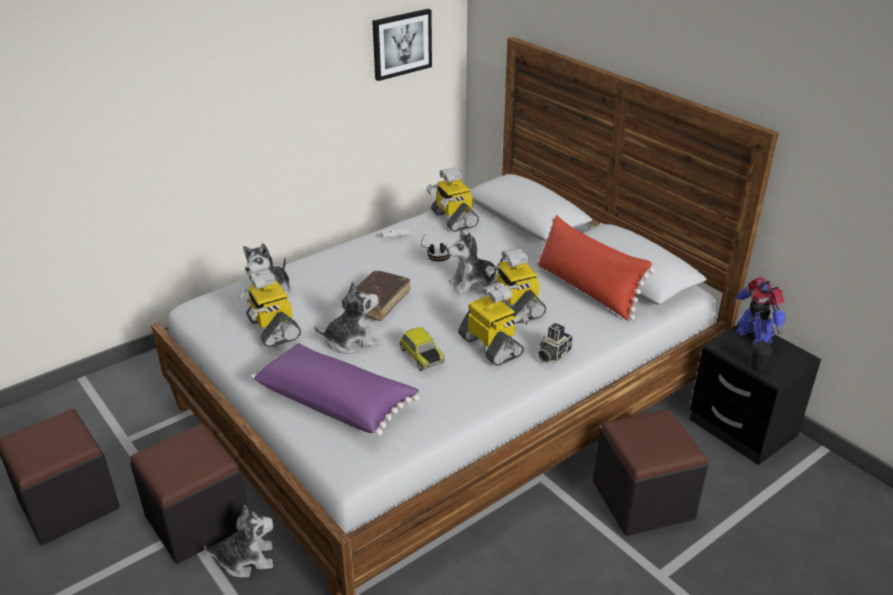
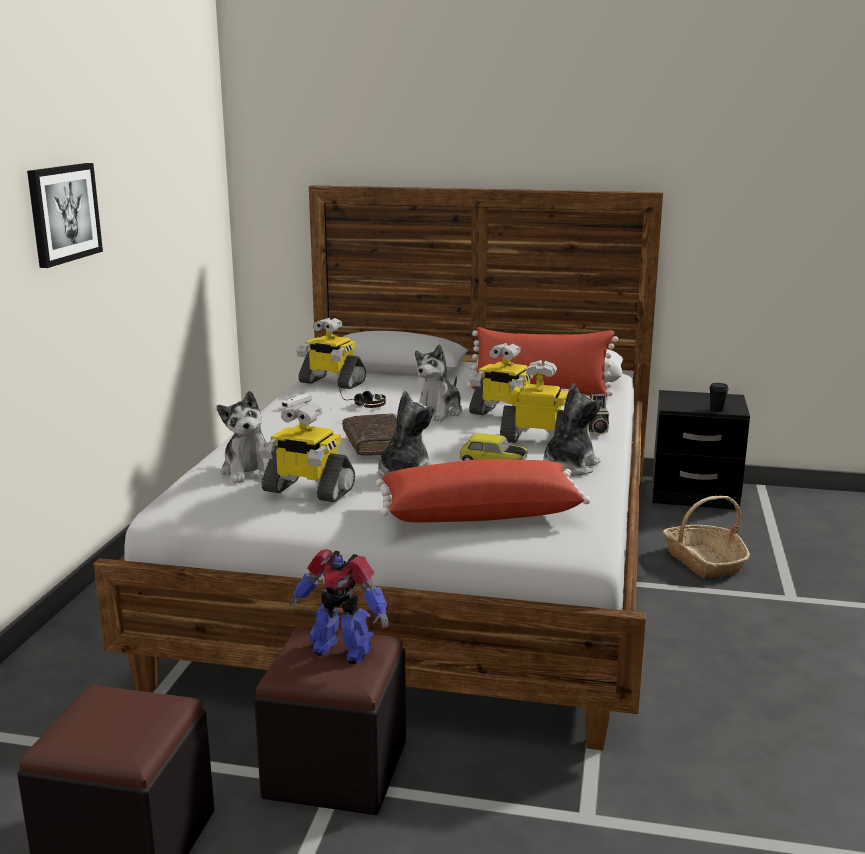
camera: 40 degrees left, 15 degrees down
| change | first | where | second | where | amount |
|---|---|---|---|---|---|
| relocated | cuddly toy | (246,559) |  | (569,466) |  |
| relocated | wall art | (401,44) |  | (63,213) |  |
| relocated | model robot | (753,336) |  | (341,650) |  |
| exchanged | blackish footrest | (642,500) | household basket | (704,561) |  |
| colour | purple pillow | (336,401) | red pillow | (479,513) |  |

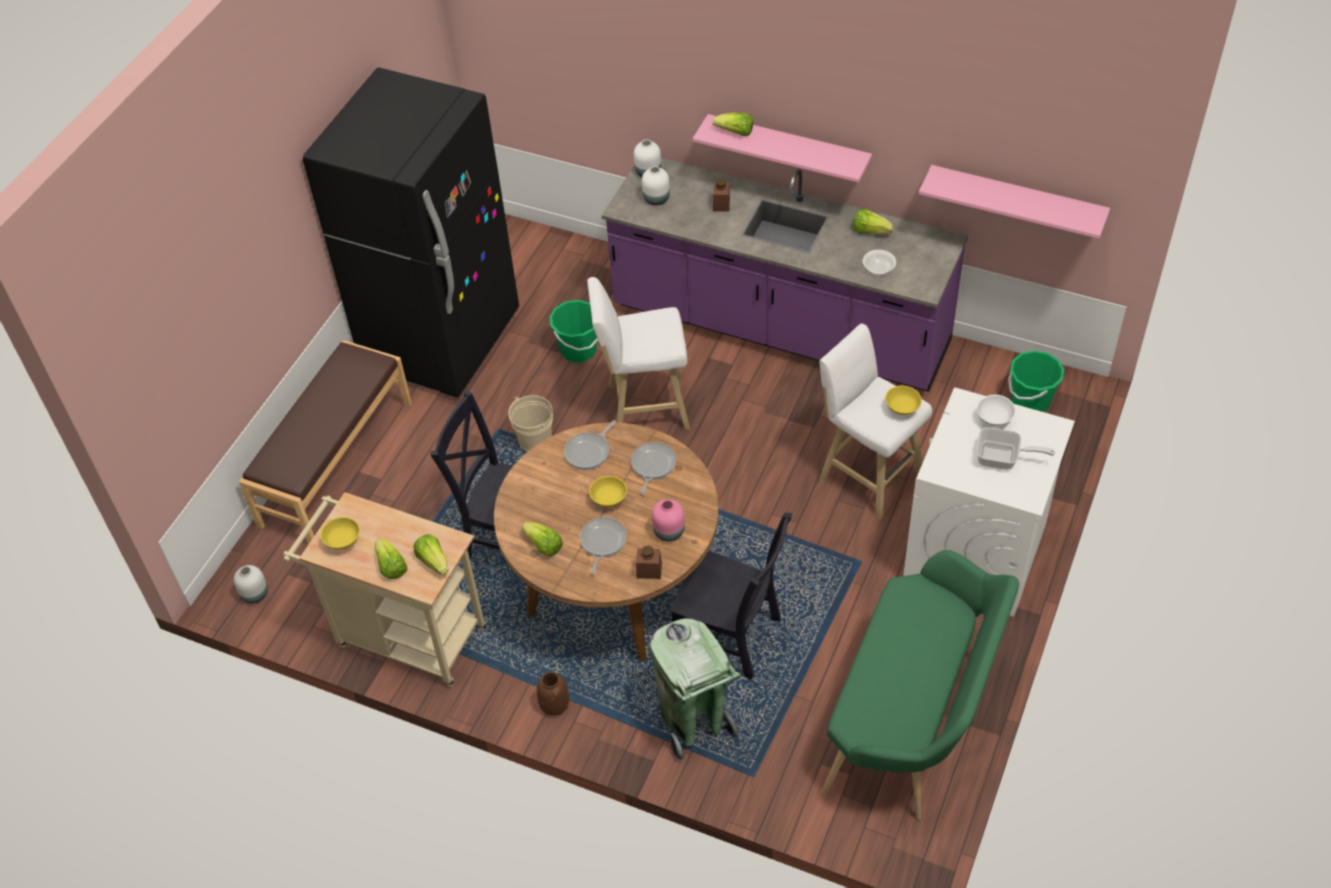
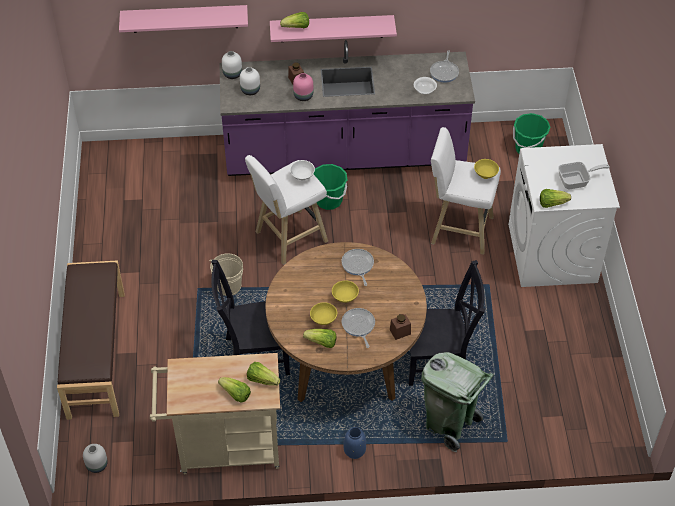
camera: 30 degrees left, 0 degrees up
| change | first | where | second | where | amount |
|---|---|---|---|---|---|
| missing | blackish refrigerator | (442,341) |  |  |  |
| missing | green long seat | (913,722) |  |  |  |
| relocated | yellowish bowl | (342,542) |  | (323,320) |  |
| relocated | green pail | (578,350) |  | (329,200) |  |
| relocated | pan | (589,452) |  | (444,72) |  |
| relocated | pink-coloured vase | (669,531) |  | (303,96) |  |
| relocated | lettuce head | (870,231) |  | (552,203) |  |
| relocated | pink-coloured wall shelf | (1016,201) |  | (185,18) |  |
| relocated | white bowl | (995,421) |  | (303,177) |  |
| colour | brown vase | (554,705) | blue vase | (354,451) |  |

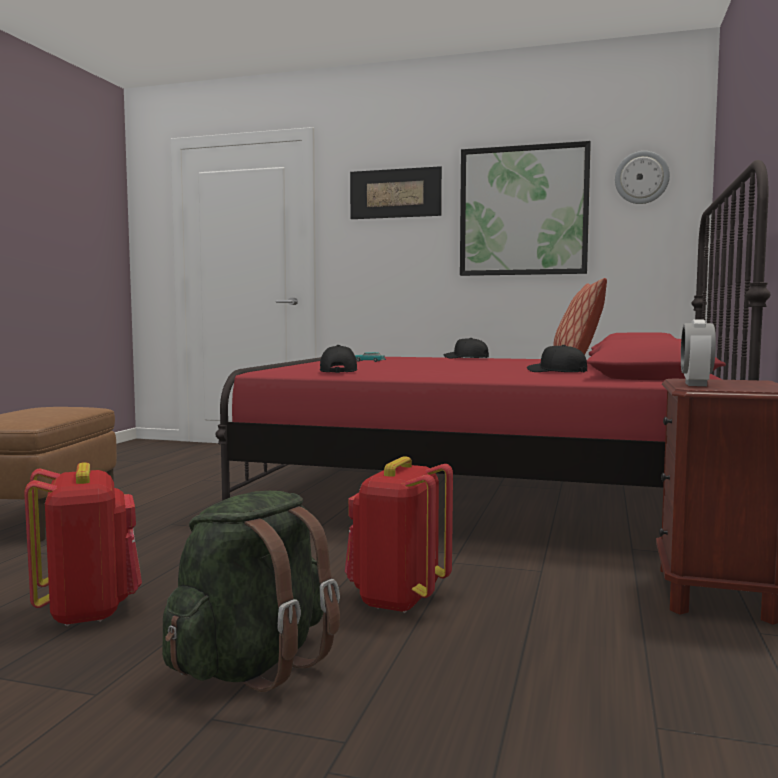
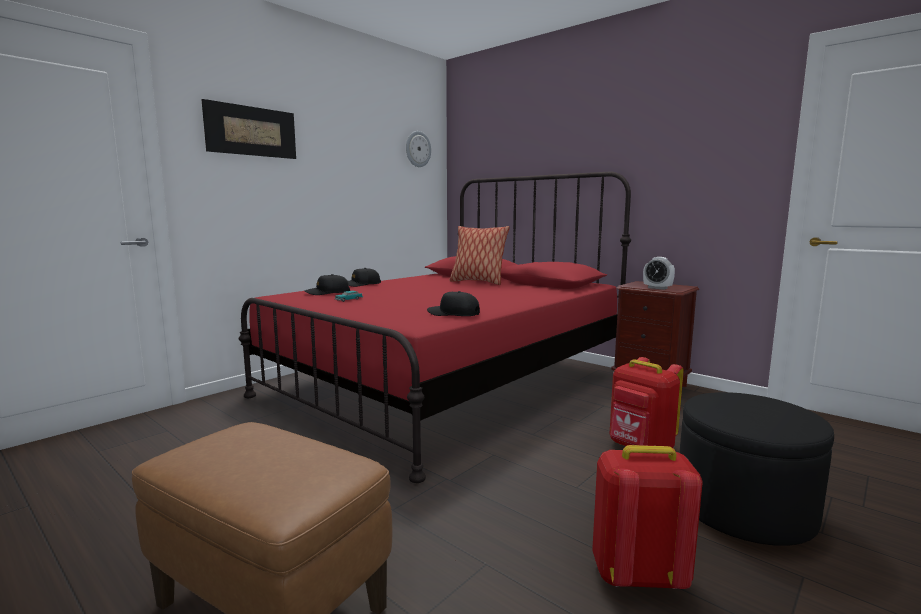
camera: 65 degrees left, 5 degrees up
| change | first | where | second | where | amount |
|---|---|---|---|---|---|
| missing | wall art | (523,211) |  |  |  |
| relocated | blackish peaked cap | (556,372) |  | (327,293) |  |
| exchanged | green rucksack | (253,664) | blackish footrest | (743,509) |  |

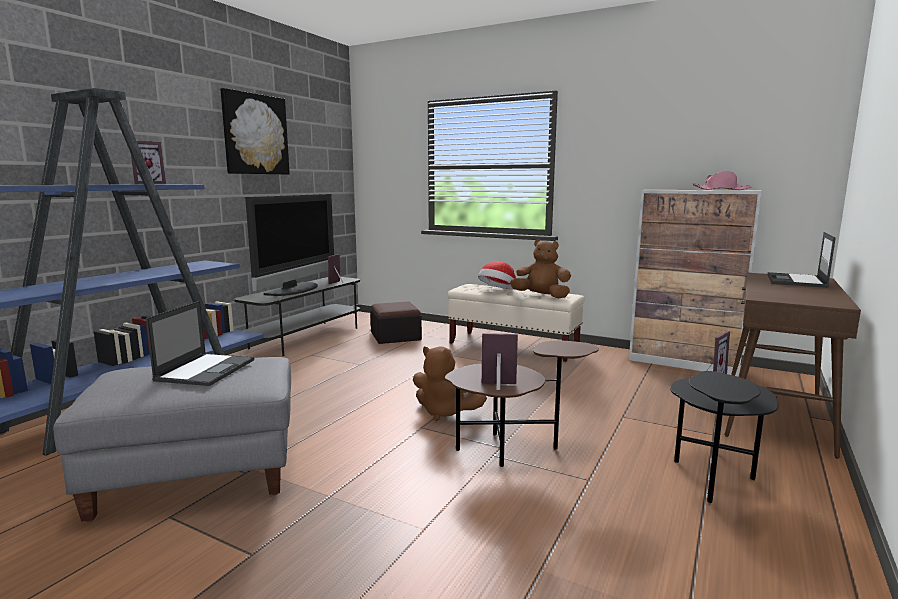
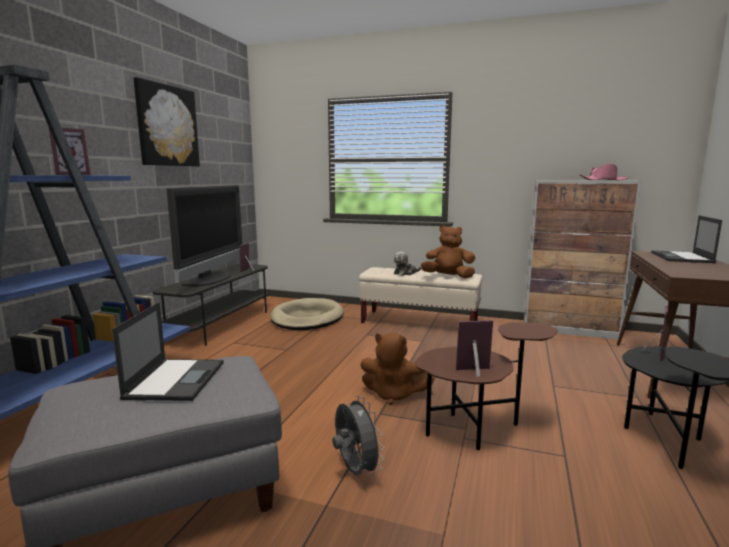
camera: 10 degrees left, 0 degrees up
| change | first | where | second | where | amount |
|---|---|---|---|---|---|
| appeared |  |  | gray cooling fan | (355,471) |  |
| exchanged | footrest | (395,336) | sand-coloured pet bed | (307,318) |  |
| exchanged | clothing hat | (498,291) | cuddly toy | (405,273) |  |

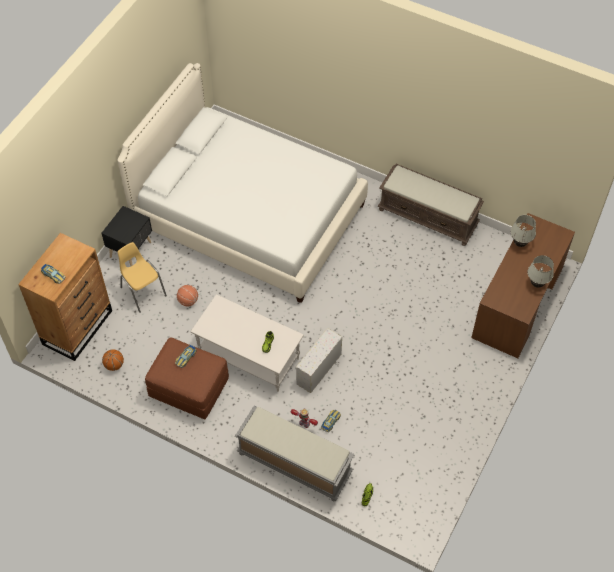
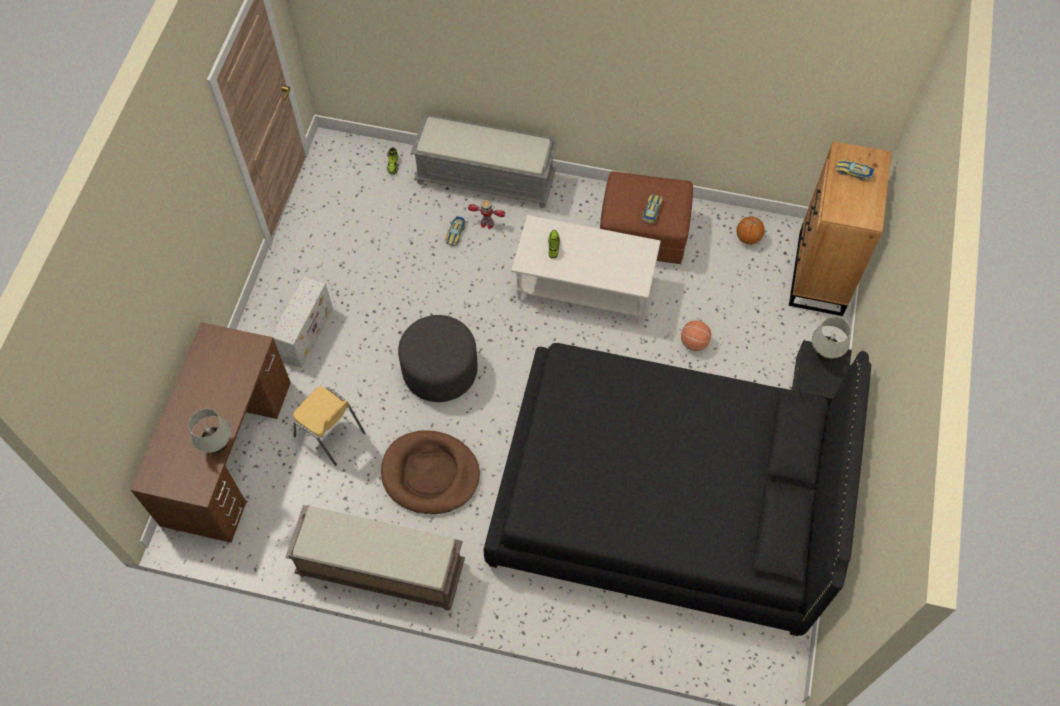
camera: 165 degrees right, 5 degrees up
| change | first | where | second | where | amount |
|---|---|---|---|---|---|
| appeared |  |  | brown pet bed | (430,474) |  |
| appeared |  |  | gray footrest | (440,371) |  |
| relocated | yellowish chair | (143,291) |  | (330,435) |  |
| relocated | white storage container | (318,369) |  | (307,333) |  |
| relocated | white tabletop lamp | (536,284) |  | (824,355) |  |
| colour | white bedroom bed | (249,215) | blackish bedroom bed | (662,500) |  |

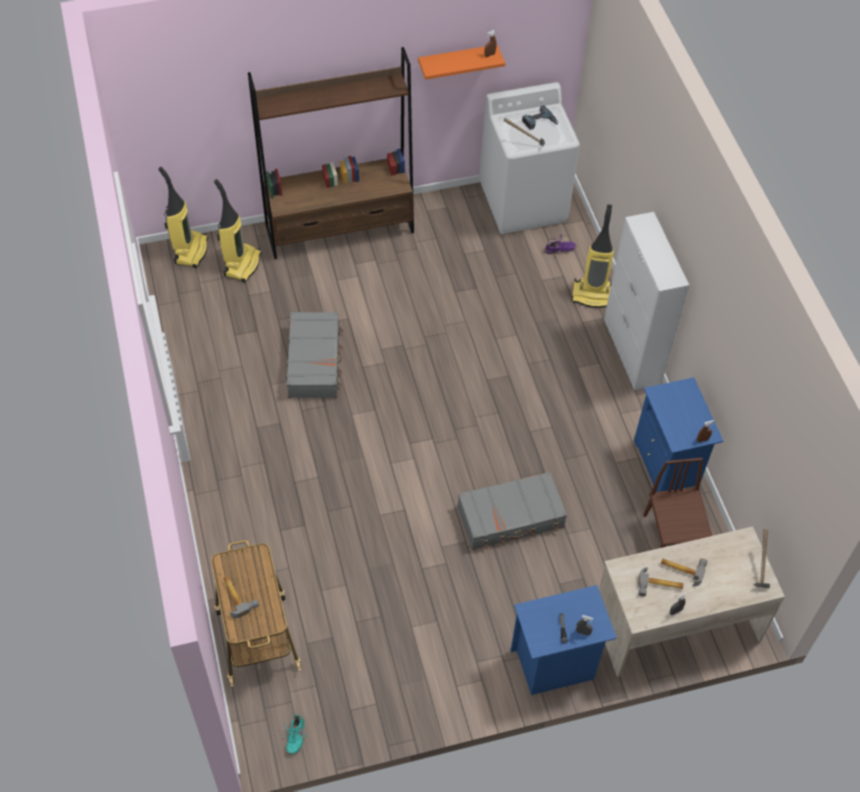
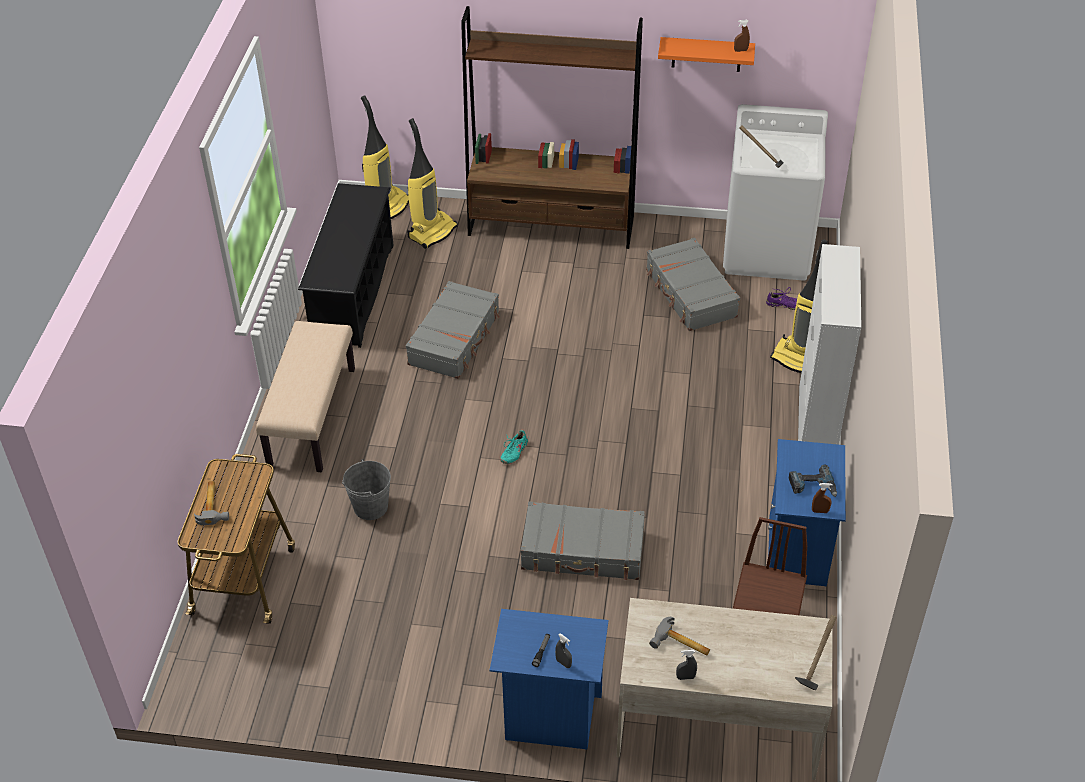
camera: 25 degrees right, 10 degrees down
| change | first | where | second | where | amount |
|---|---|---|---|---|---|
| missing | tool hammer | (682,568) |  |  |  |
| appeared |  |  | sand-coloured long seat | (311,416) |  |
| appeared |  |  | blackish shoe stand | (353,292) |  |
| appeared |  |  | gray pail | (370,507) |  |
| appeared |  |  | gray suitcase | (690,294) |  |
| relocated | blue-green item of footwear | (295,736) |  | (514,452) |  |
| relocated | drill | (539,122) |  | (812,486) |  |

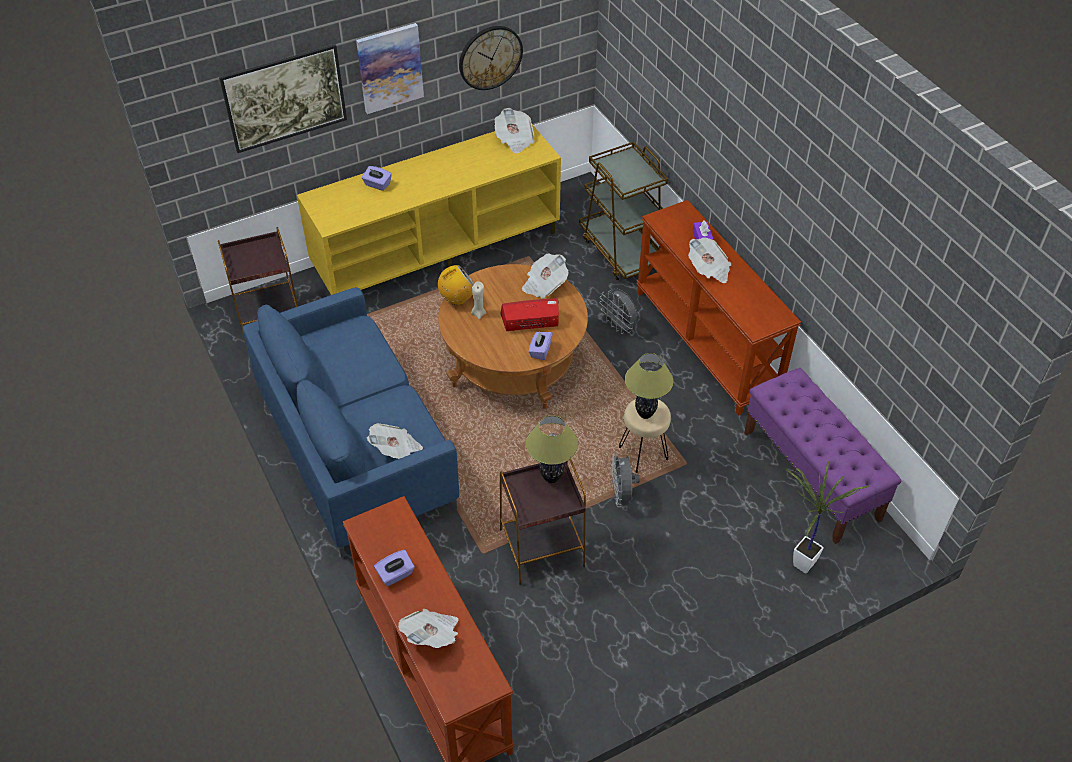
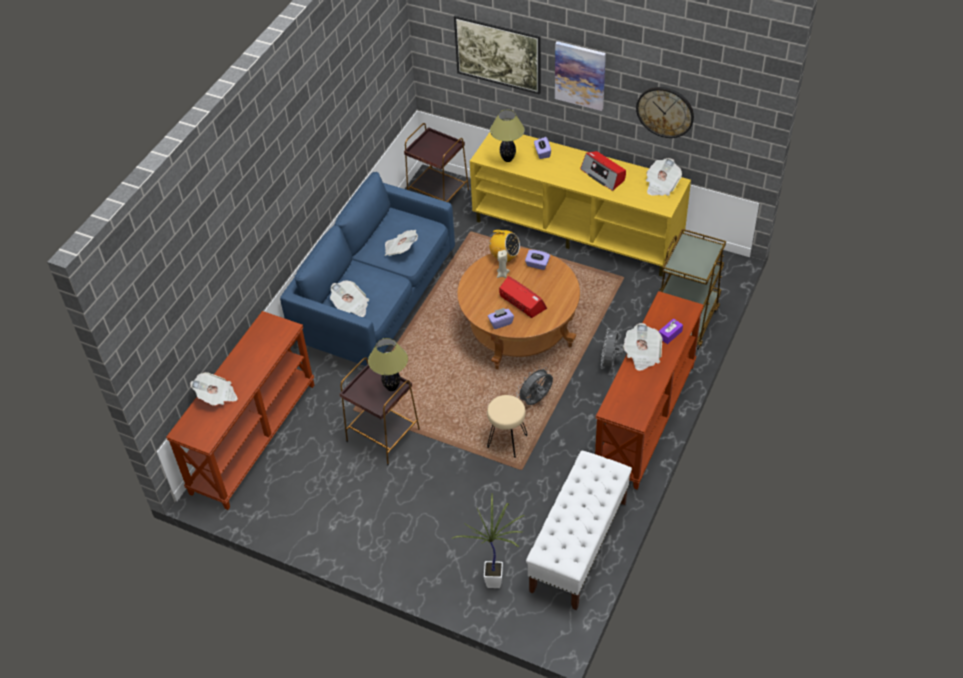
camera: 55 degrees right, 0 degrees up
| change | first | where | second | where | amount |
|---|---|---|---|---|---|
| appeared |  |  | radio set | (603,175) |  |
| relocated | purple box of tissues | (395,574) |  | (537,265) |  |
| relocated | newspaper | (544,285) |  | (400,249) |  |
| relocated | gray cooling fan | (622,495) |  | (536,400) |  |
| relocated | tabletop lamp | (645,414) |  | (507,159) |  |
| colour | purple long seat | (811,476) | white long seat | (578,546) |  |

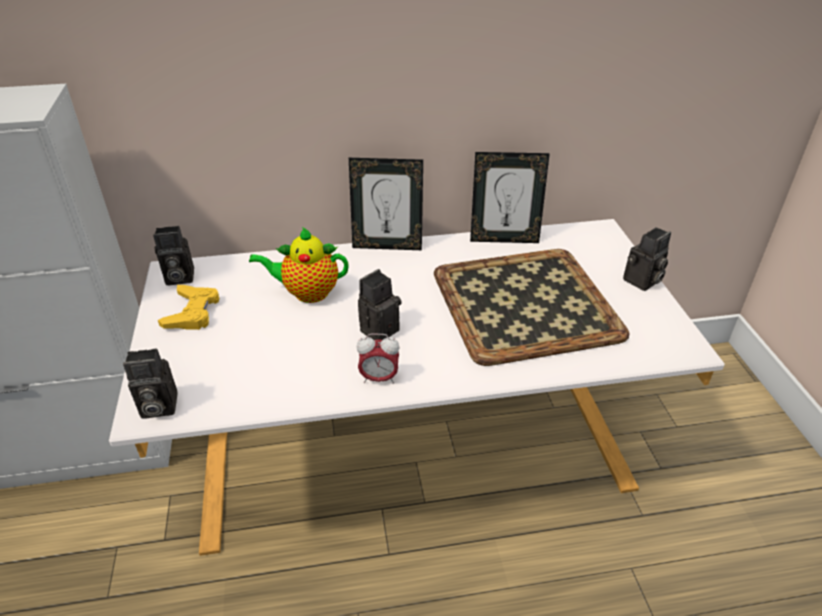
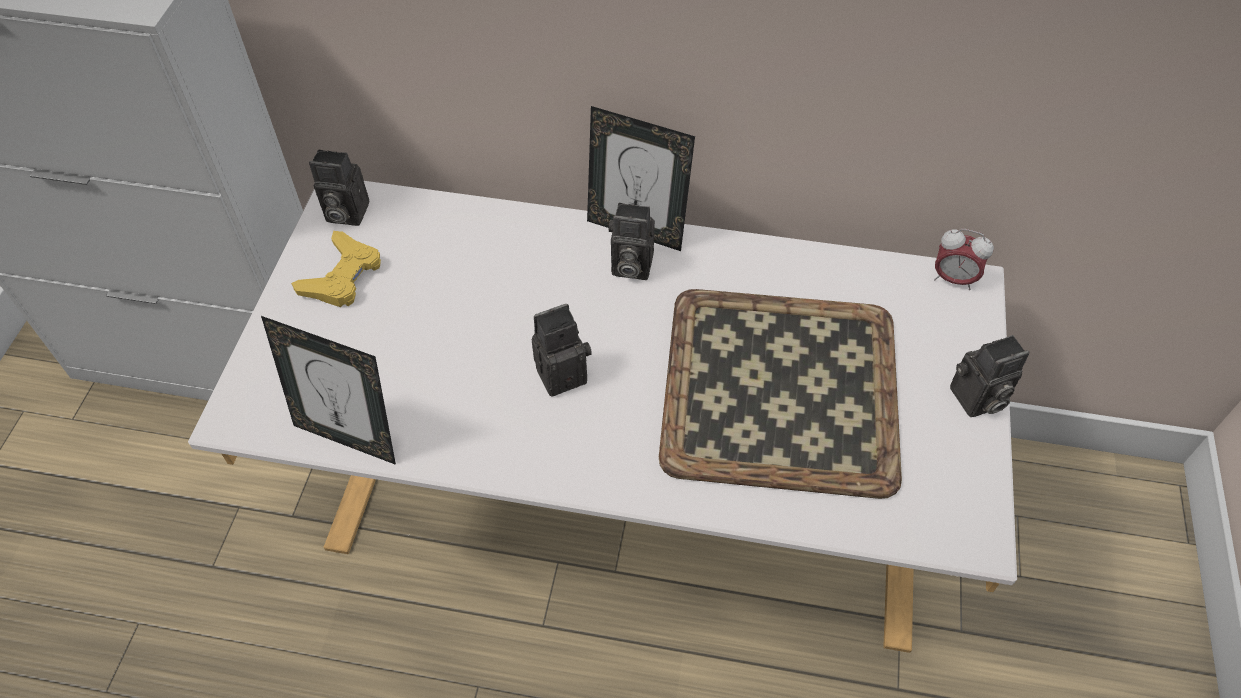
camera: 20 degrees right, 15 degrees up
| change | first | where | second | where | amount |
|---|---|---|---|---|---|
| missing | pot for tea | (307,293) |  |  |  |
| relocated | photo camera | (156,407) |  | (629,266) |  |
| relocated | table clock | (379,378) |  | (953,279) |  |
| relocated | photo frame | (504,239) |  | (349,437) |  |

